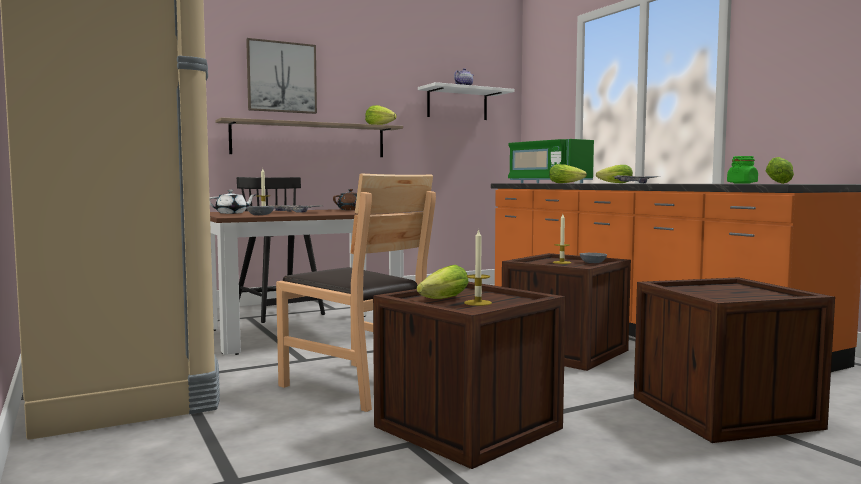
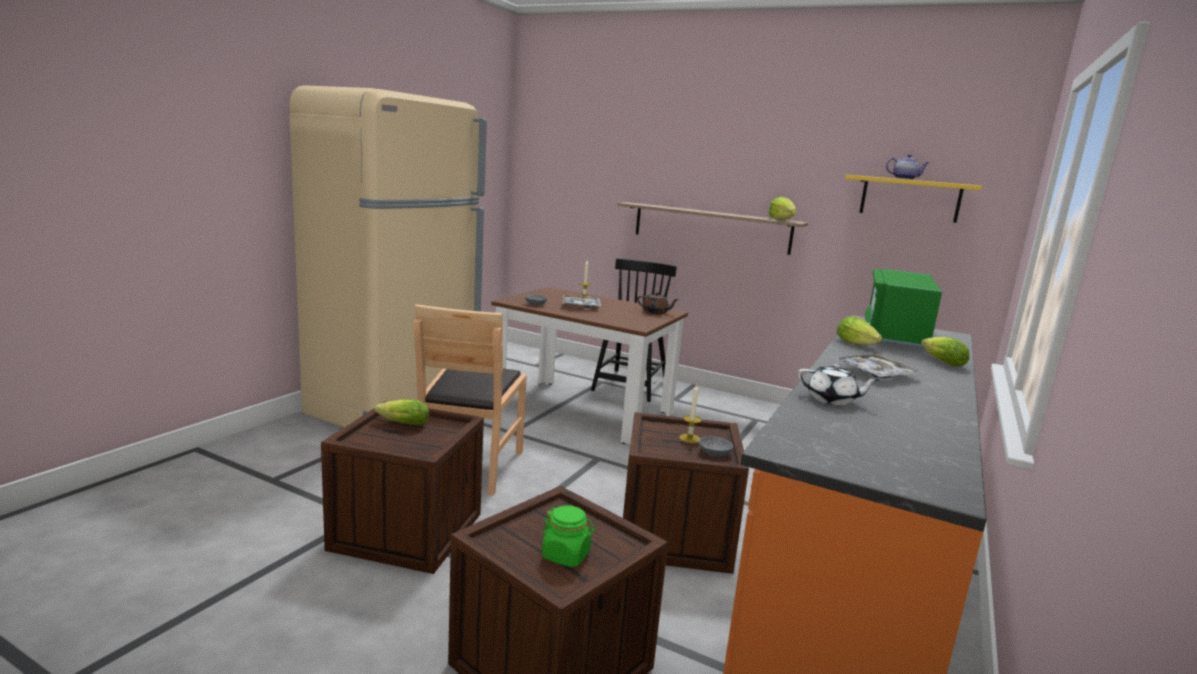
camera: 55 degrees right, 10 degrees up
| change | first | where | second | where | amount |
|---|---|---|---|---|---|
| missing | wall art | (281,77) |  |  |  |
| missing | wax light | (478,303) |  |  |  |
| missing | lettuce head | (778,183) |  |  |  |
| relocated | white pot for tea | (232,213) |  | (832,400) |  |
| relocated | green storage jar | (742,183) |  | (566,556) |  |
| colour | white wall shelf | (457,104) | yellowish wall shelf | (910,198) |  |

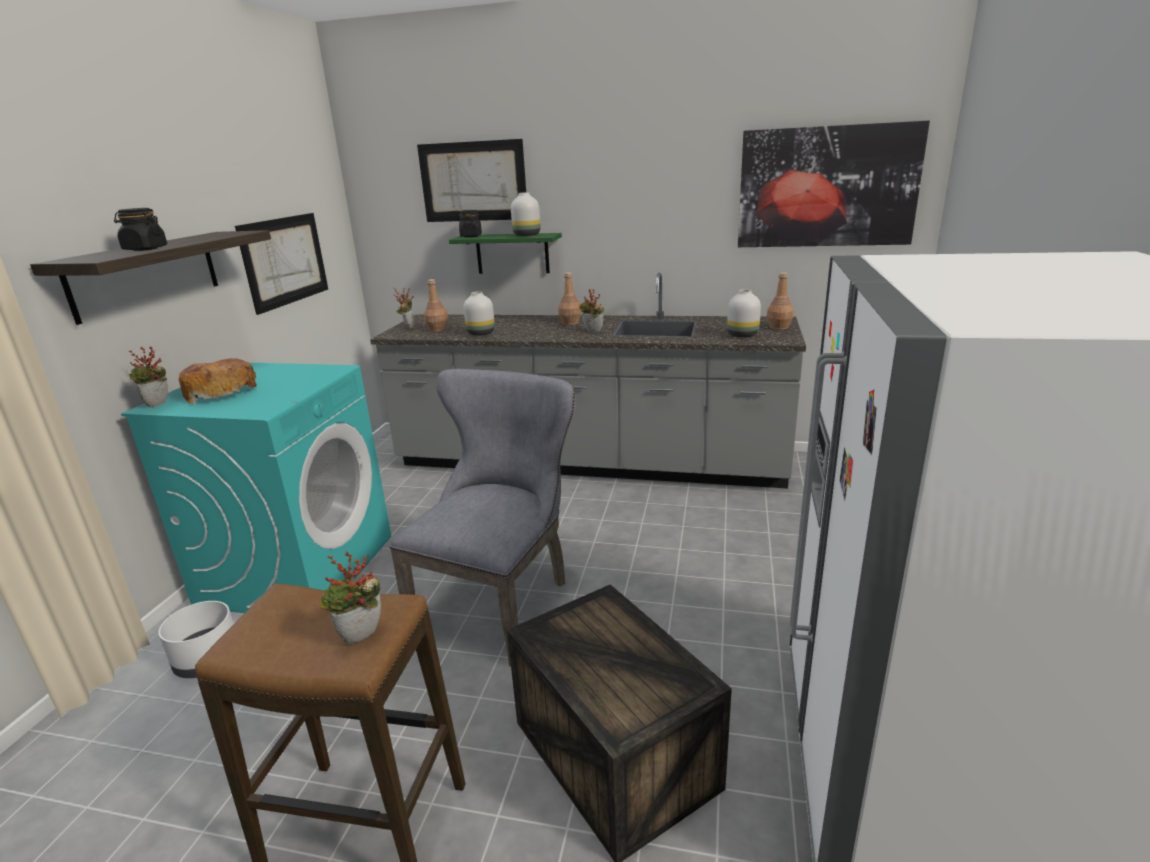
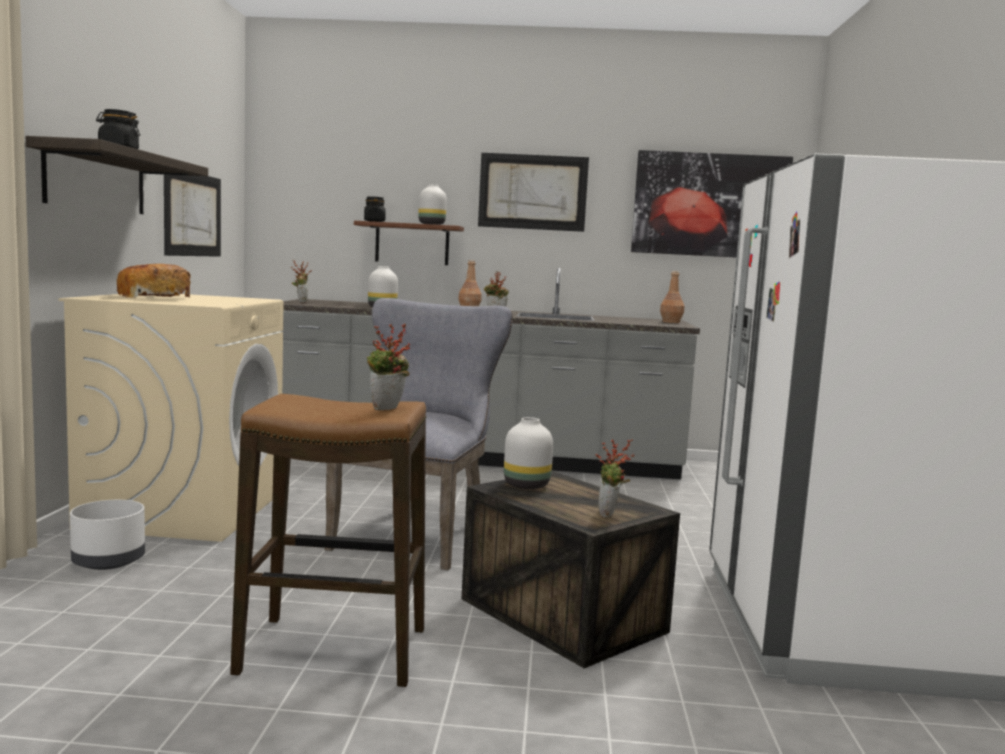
camera: 10 degrees left, 15 degrees down
| change | first | where | second | where | amount |
|---|---|---|---|---|---|
| missing | brown drink bottle | (438,329) |  |  |  |
| relocated | houseplant | (158,404) |  | (610,514) |  |
| relocated | wall art | (473,182) |  | (532,192) |  |
| relocated | white vase | (743,335) |  | (527,486) |  |
| colour | blue-green laundry appliance | (299,568) | sand-coloured laundry appliance | (184,510) |  |
| colour | green wall shelf | (512,253) | brown wall shelf | (412,244) |  |

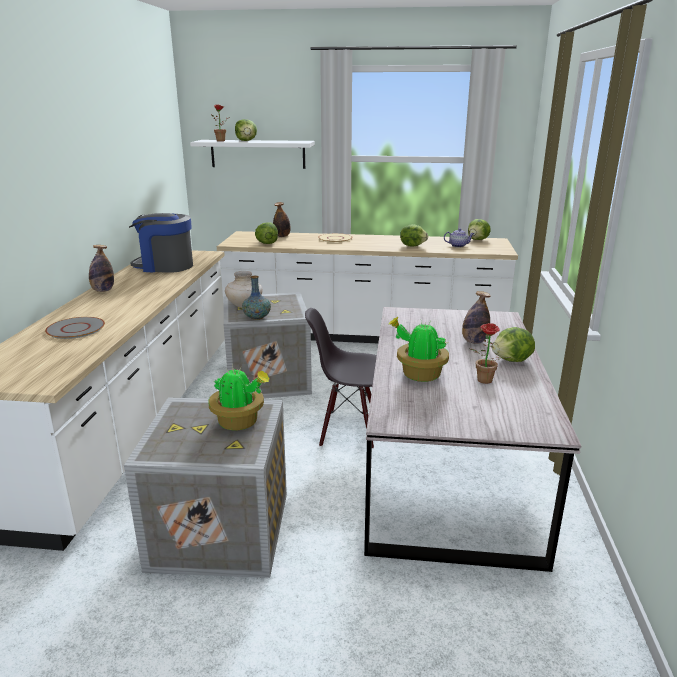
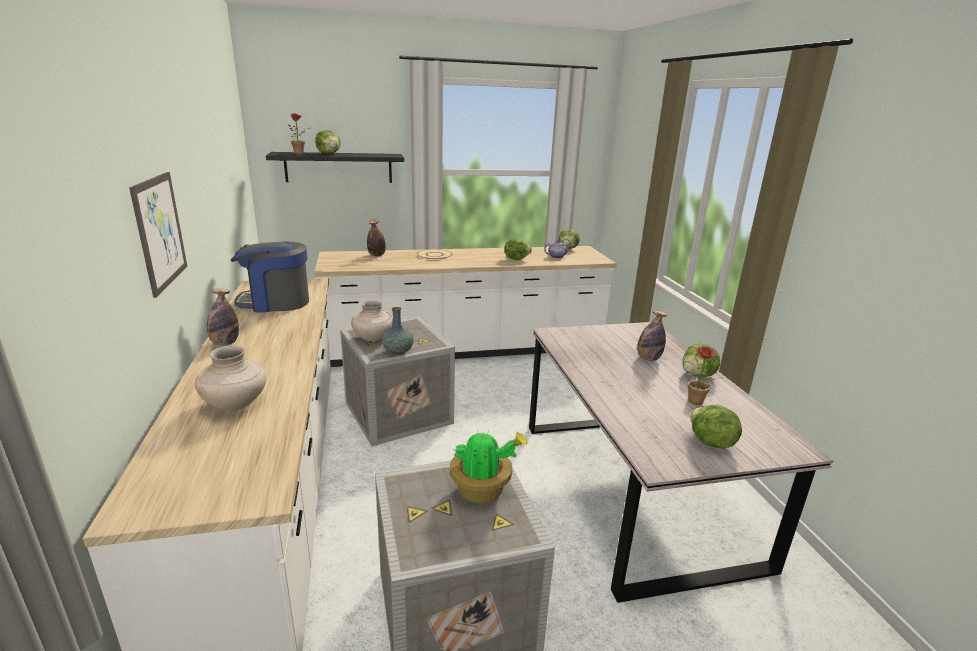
camera: 20 degrees left, 0 degrees up
| change | first | where | second | where | amount |
|---|---|---|---|---|---|
| missing | blackish chair | (349,430) |  |  |  |
| missing | houseplant | (419,375) |  |  |  |
| appeared |  |  | wall art | (160,231) |  |
| relocated | lettuce head | (267,243) |  | (710,443) |  |
| exchanged | gray dinner plate | (76,329) | sand-coloured vase | (235,404) |  |
| colour | white wall shelf | (257,154) | blackish wall shelf | (339,167) |  |

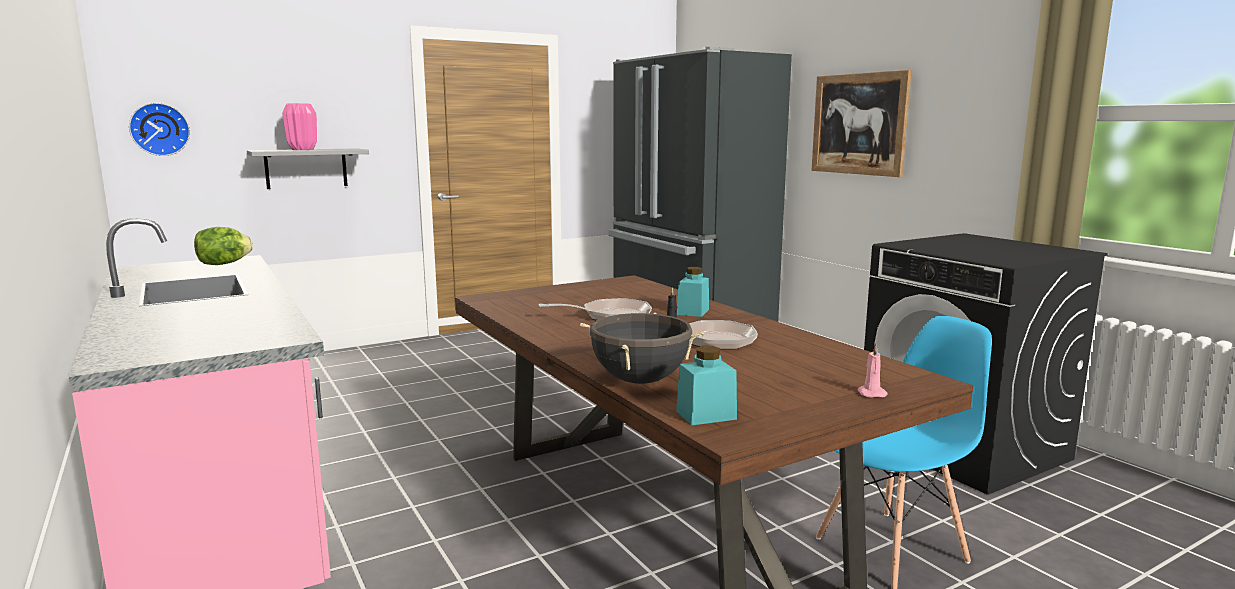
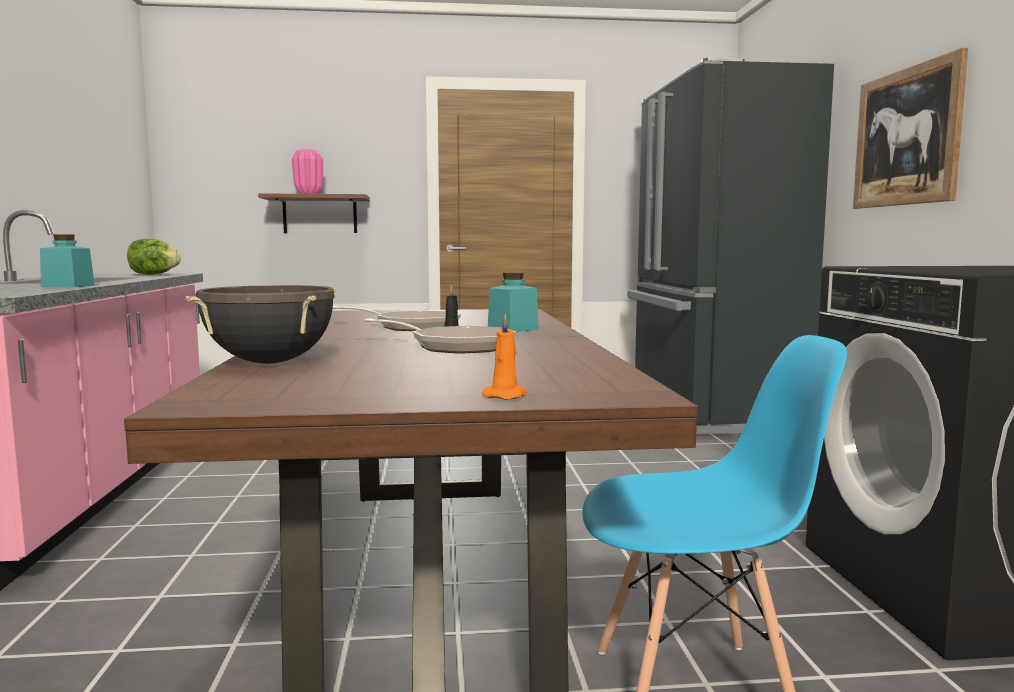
camera: 25 degrees right, 5 degrees down
| change | first | where | second | where | amount |
|---|---|---|---|---|---|
| missing | clock on the wall | (160,129) |  |  |  |
| relocated | blue-green storage jar | (706,415) |  | (68,286) |  |
| colour | gray wall shelf | (306,168) | brown wall shelf | (320,214) |  |
| colour | pink-coloured wax light | (871,393) | orange wax light | (505,396) |  |

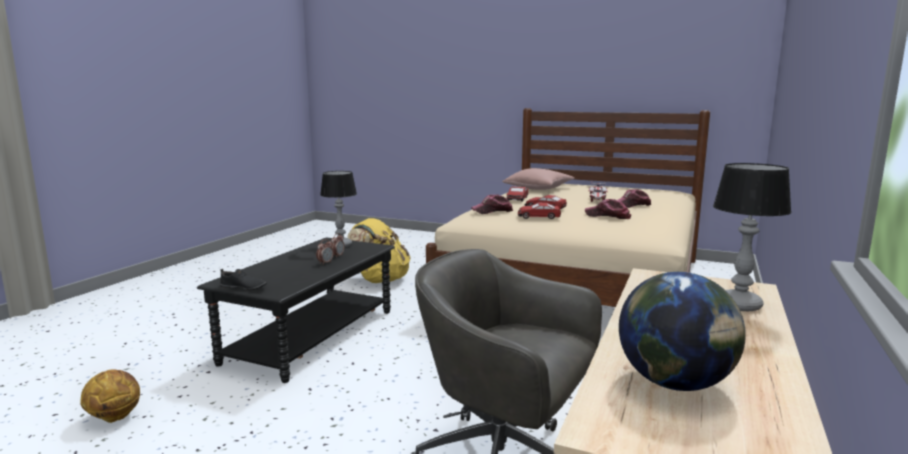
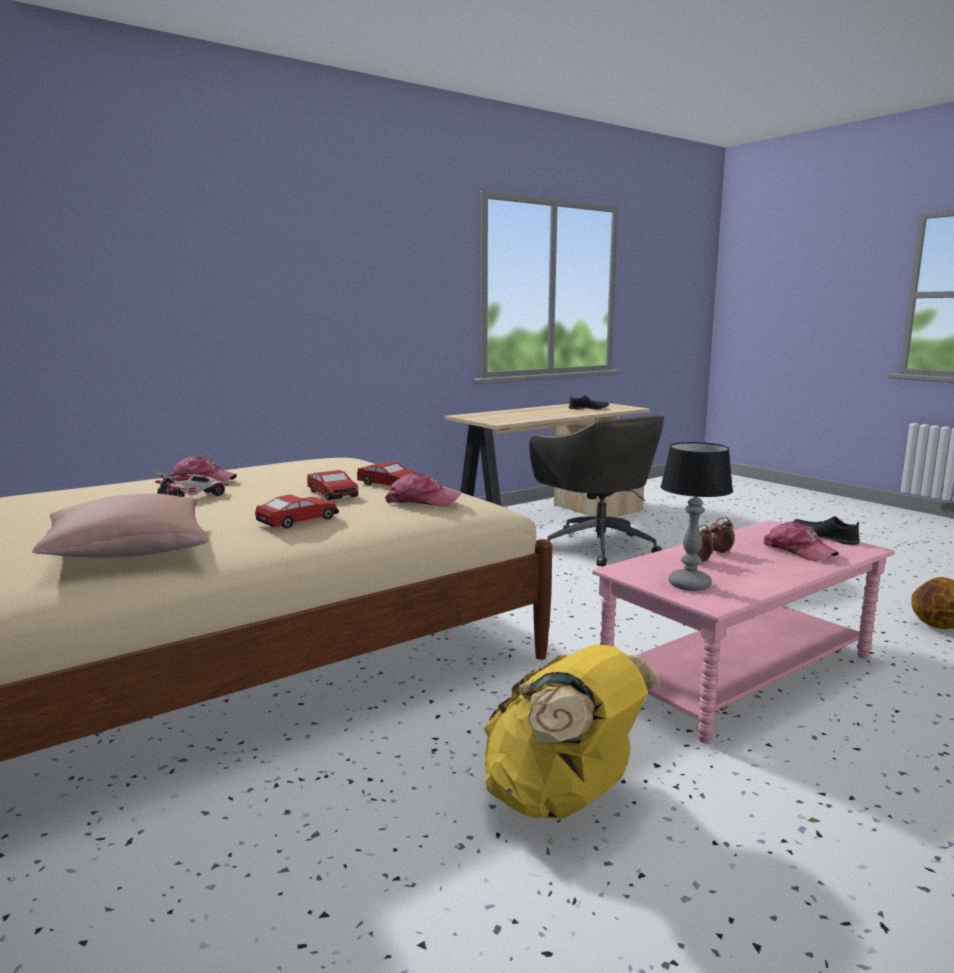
camera: 150 degrees left, 0 degrees up
| change | first | where | second | where | amount |
|---|---|---|---|---|---|
| missing | tabletop lamp | (740,305) |  |  |  |
| relocated | peaked cap | (608,216) |  | (798,551) |  |
| exchanged | world globe | (675,383) | blackish item of footwear | (588,409) |  |
| colour | blackish low table | (312,336) | pink-coloured low table | (738,671) |  |

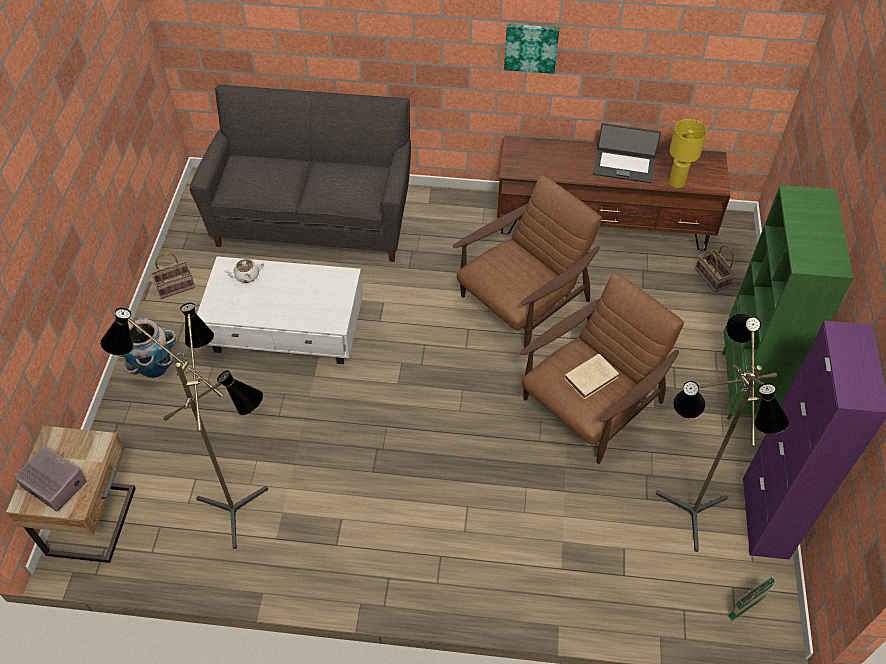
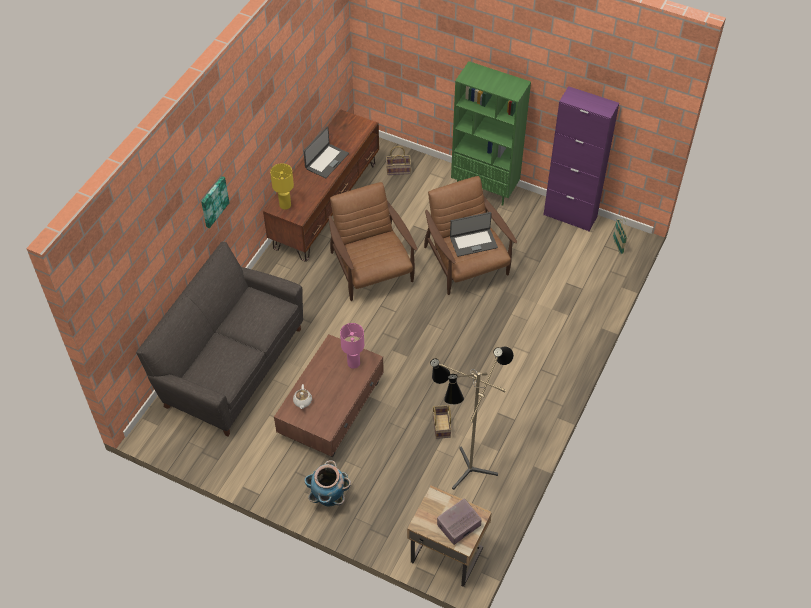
camera: 70 degrees left, 0 degrees up
| change | first | where | second | where | amount |
|---|---|---|---|---|---|
| missing | floor lamp | (684,514) |  |  |  |
| appeared |  |  | pink-coloured tabletop lamp | (353,363) |  |
| relocated | household basket | (176,286) |  | (440,426) |  |
| relocated | wall art | (531,47) |  | (213,201) |  |
| relocated | yellowish tabletop lamp | (676,182) |  | (285,205) |  |
| exchanged | sand-coloured book | (592,377) | portable computer | (473,242) |  |
| colour | white low table | (287,328) | brown low table | (332,407) |  |

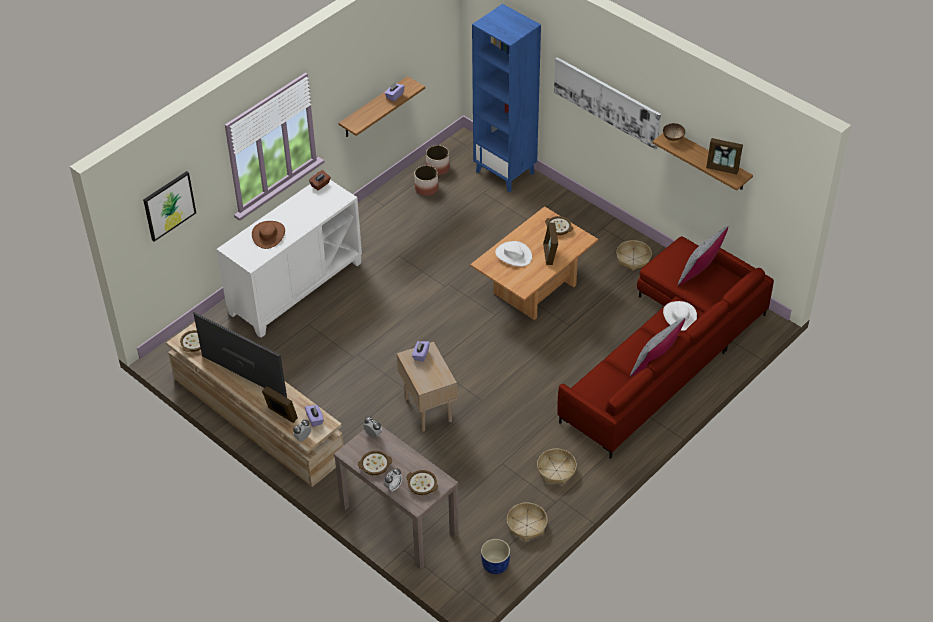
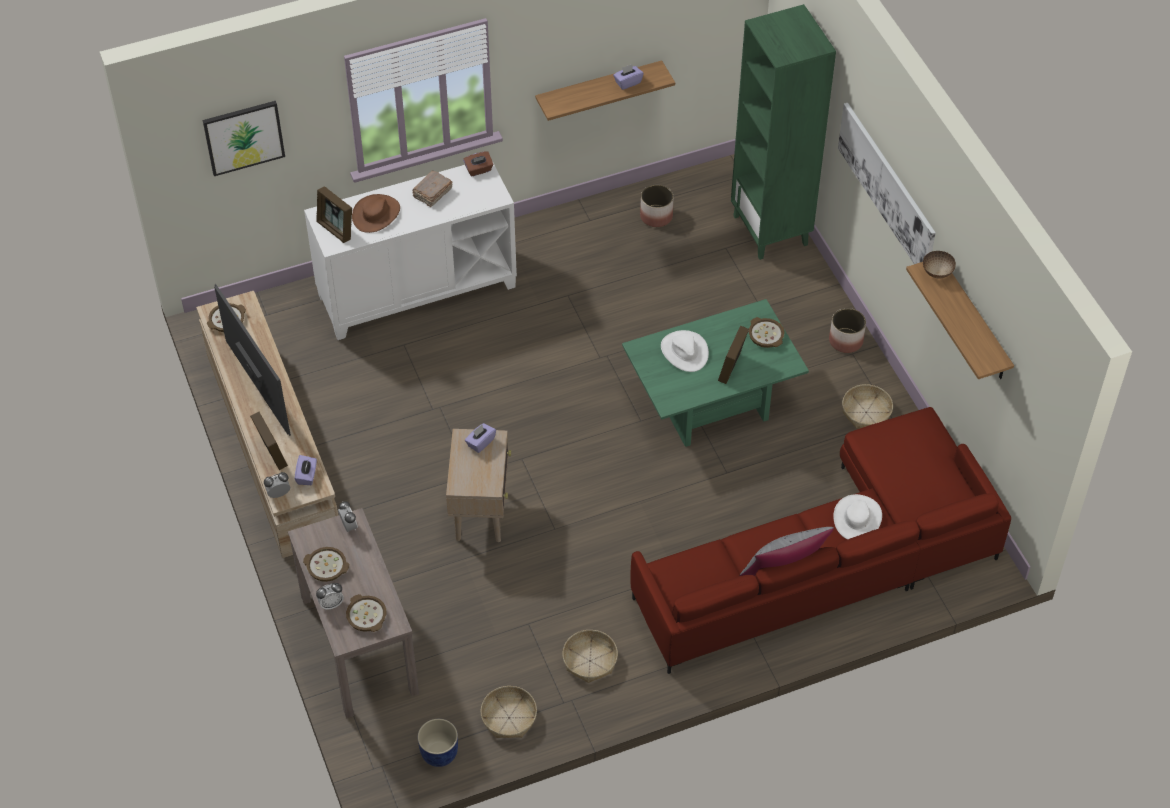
camera: 25 degrees right, 5 degrees up
| change | first | where | second | where | amount |
|---|---|---|---|---|---|
| missing | gray pillow | (700,273) |  |  |  |
| appeared |  |  | brown book | (432,194) |  |
| relocated | planter | (438,168) |  | (846,341) |  |
| relocated | photo frame | (722,168) |  | (336,229) |  |
| colour | brown low table | (533,287) | green low table | (711,402) |  |
| colour | blue bookcase | (505,172) | green bookcase | (771,230) |  |

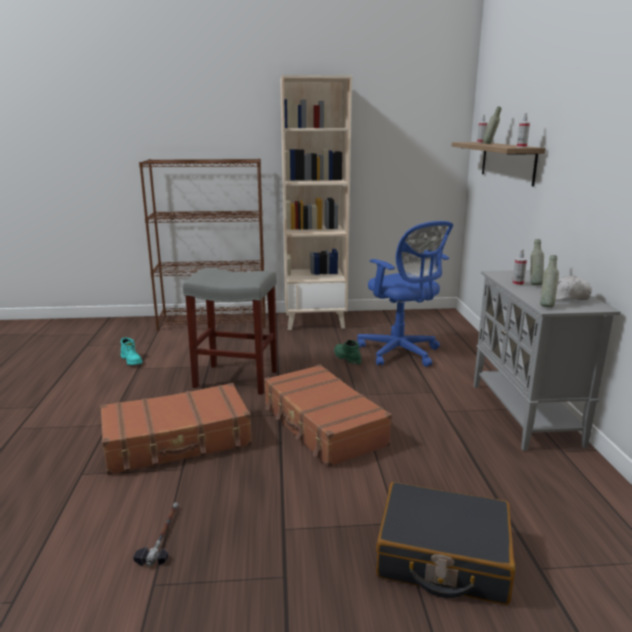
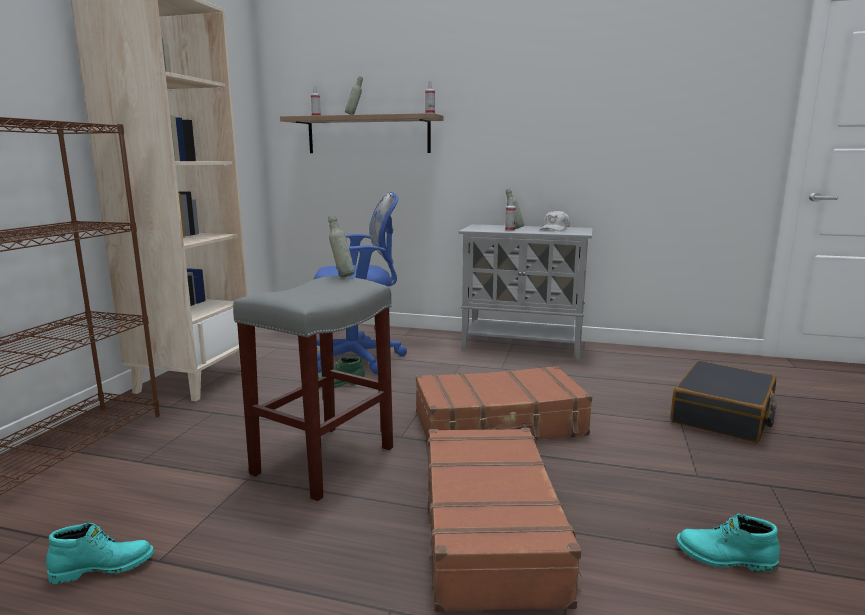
camera: 70 degrees left, 5 degrees down
| change | first | where | second | where | amount |
|---|---|---|---|---|---|
| relocated | gray drink bottle | (546,305) |  | (341,276) |  |
| exchanged | tool hammer | (162,536) | blue-green high-top boot | (724,559) |  |

